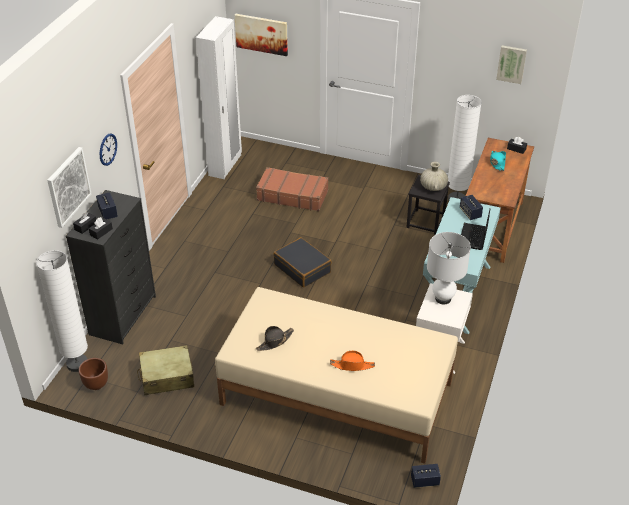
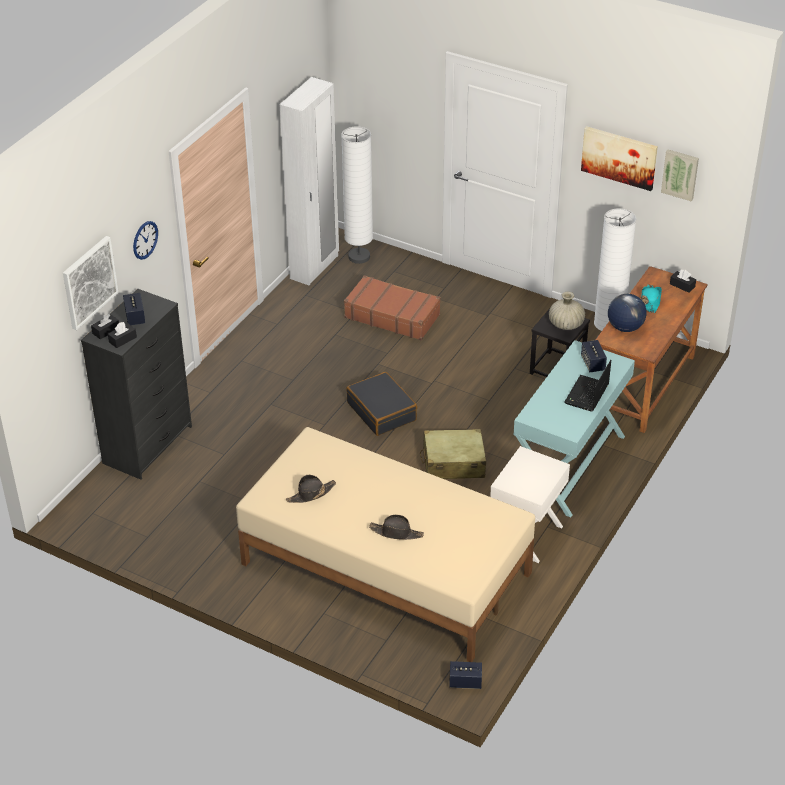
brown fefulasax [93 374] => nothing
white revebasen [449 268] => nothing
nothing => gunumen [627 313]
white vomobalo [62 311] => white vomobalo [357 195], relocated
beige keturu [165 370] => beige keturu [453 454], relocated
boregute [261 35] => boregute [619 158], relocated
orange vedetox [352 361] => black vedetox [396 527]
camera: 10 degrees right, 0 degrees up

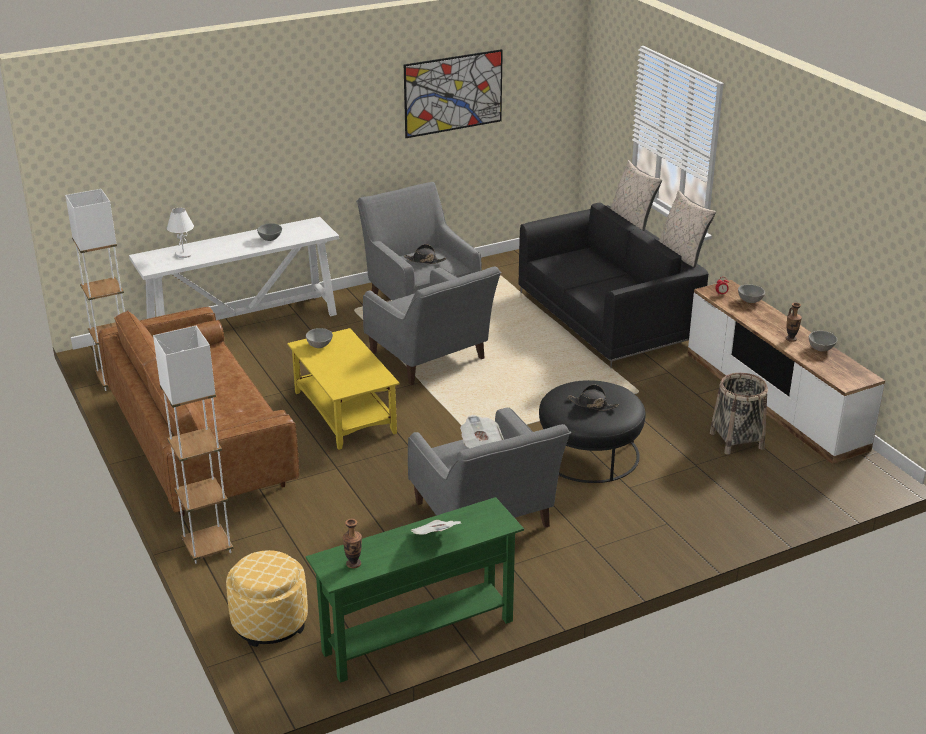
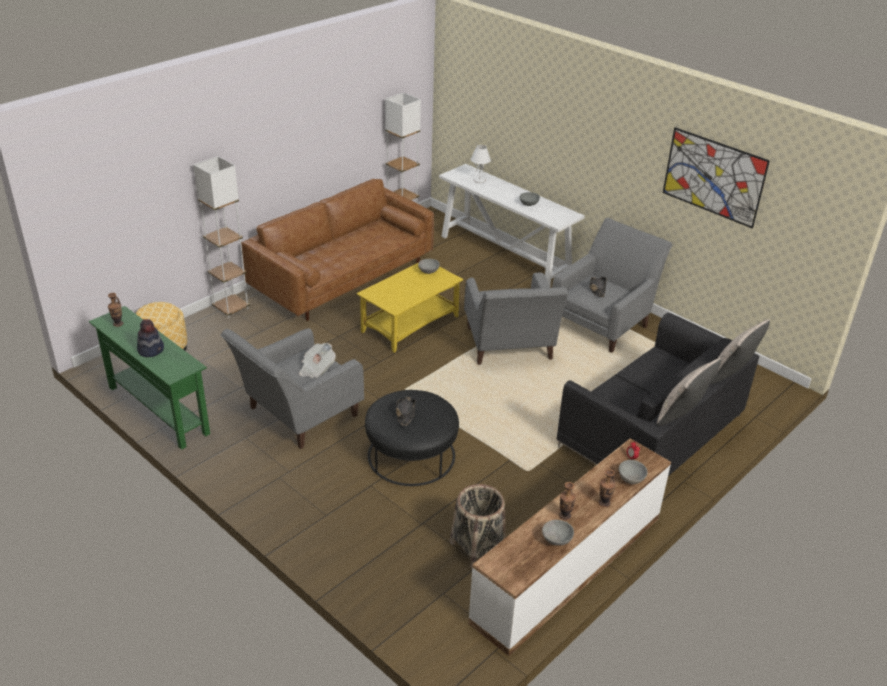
nothing => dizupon [607 488]
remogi [435 527] => vedetox [150 338]
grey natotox [432 326] => grey natotox [516 319], 45 degrees counterclockwise
camera: 70 degrees right, 5 degrees up

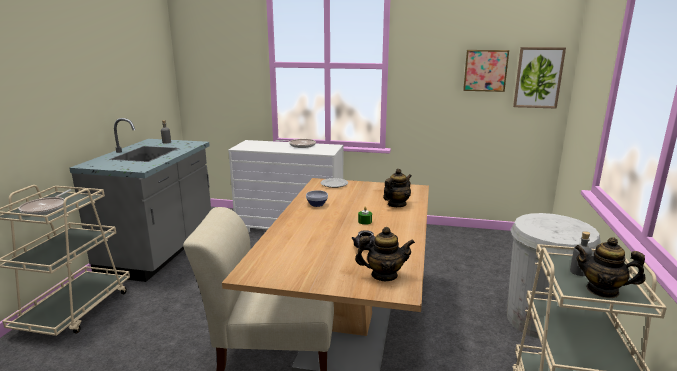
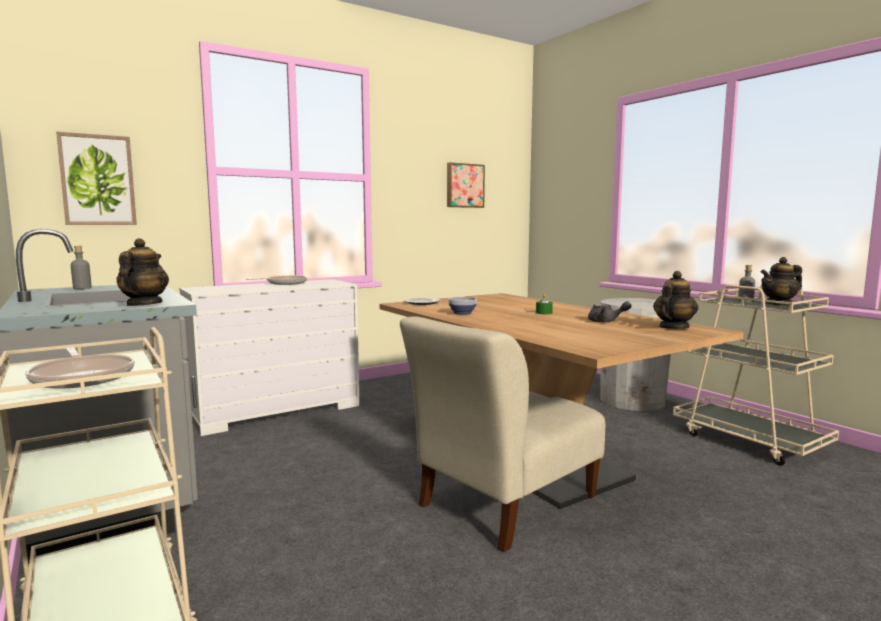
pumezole [397 188] => pumezole [143 272], relocated
boregute [539 78] => boregute [96 178], relocated
camera: 45 degrees left, 10 degrees down

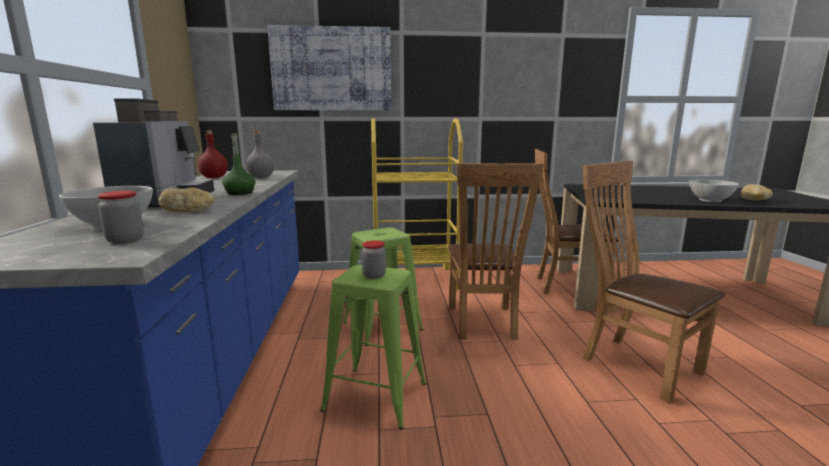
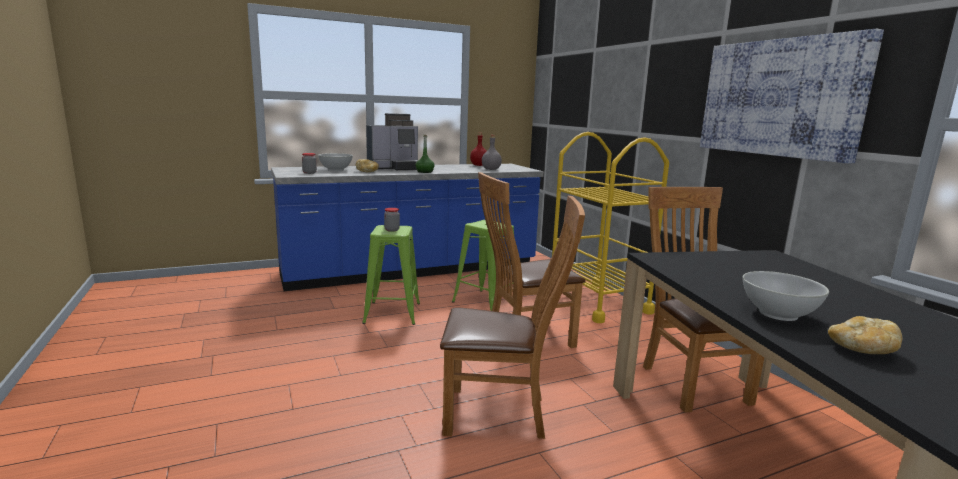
boregute [329 68] => boregute [792 96], relocated
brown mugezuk [654 282] => brown mugezuk [512 317], 60 degrees clockwise
camera: 70 degrees right, 0 degrees up

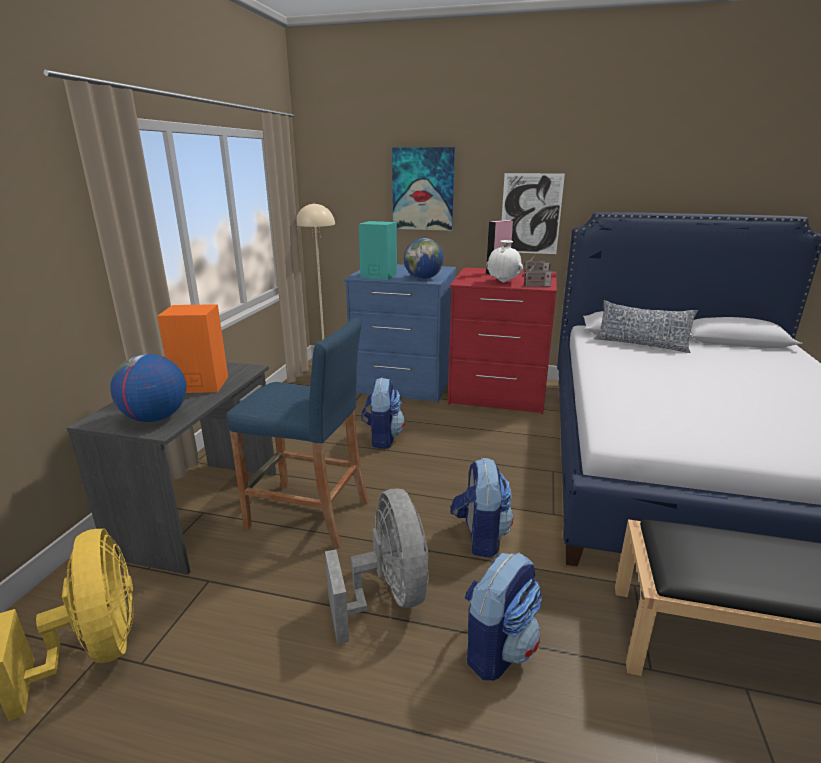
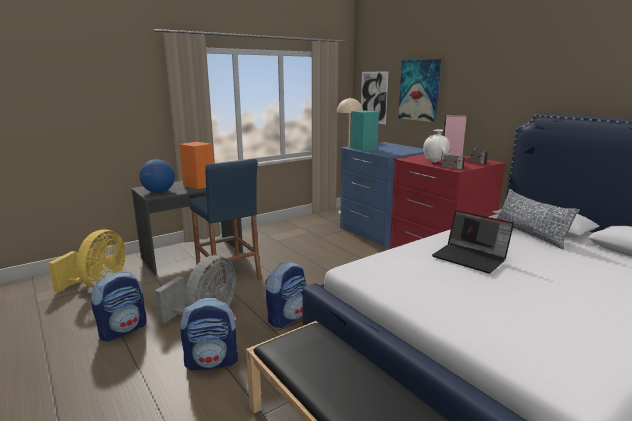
gunumen [424 258] => nothing
nothing => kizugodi [473 242]
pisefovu [383 413] => pisefovu [119 306], relocated
boregute [533 213] => boregute [374 98], relocated
camera: 40 degrees right, 5 degrees down

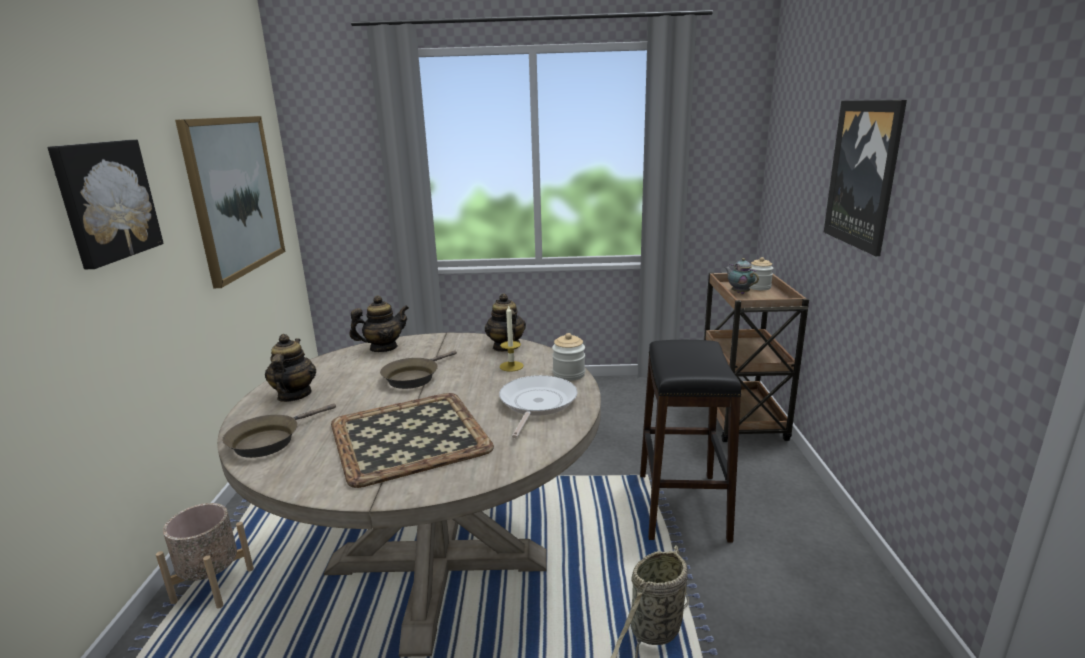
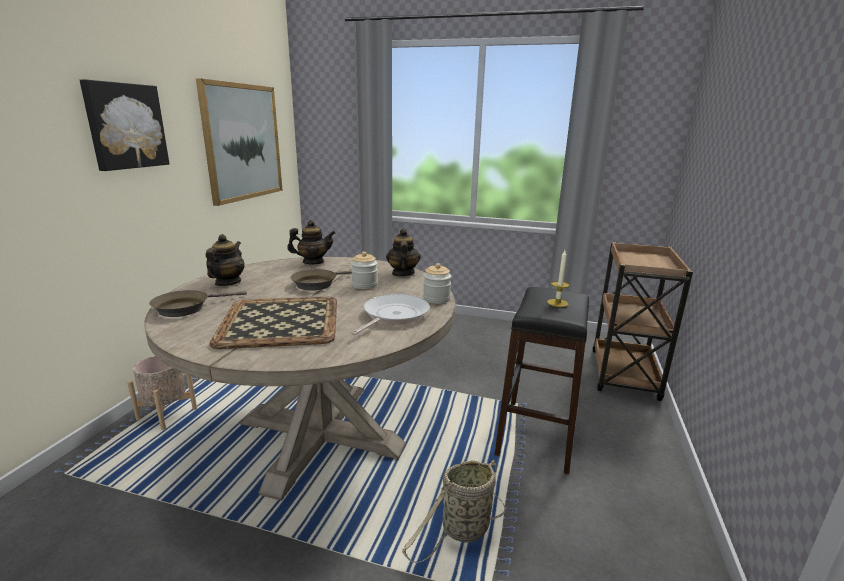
pumezole [742 276] => nothing
boregute [865 178] => nothing
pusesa [512 338] => pusesa [558 278], relocated
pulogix [761 273] => pulogix [364 270], relocated
camera: 15 degrees right, 0 degrees up

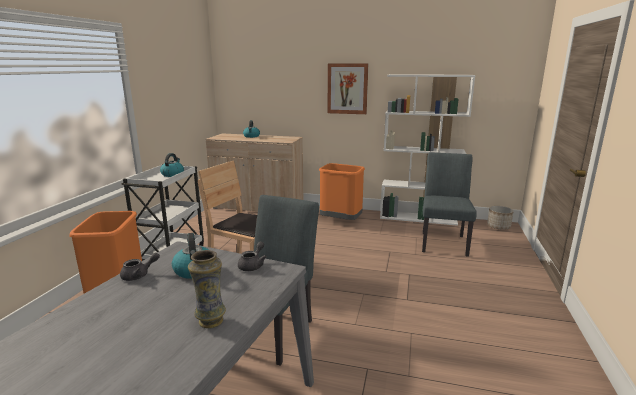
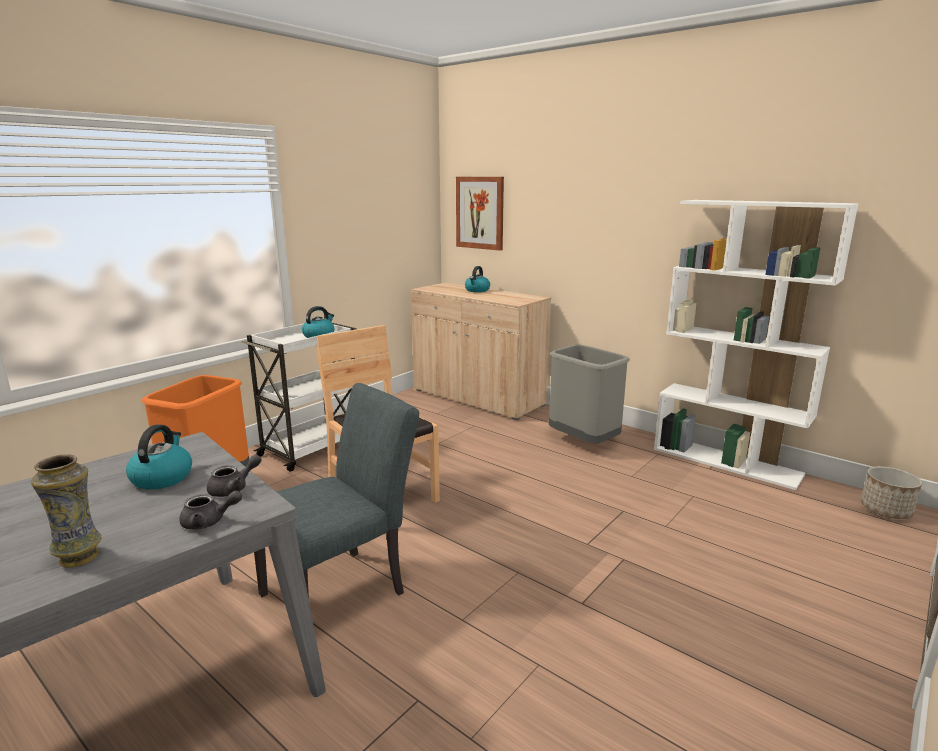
grey mugezuk [449 204] => nothing
grey pumezole [140 267] => grey pumezole [210 510], relocated
boregute [348 89] => boregute [480 214], relocated
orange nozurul [342 191] => grey nozurul [589 394]
camera: 25 degrees right, 0 degrees up

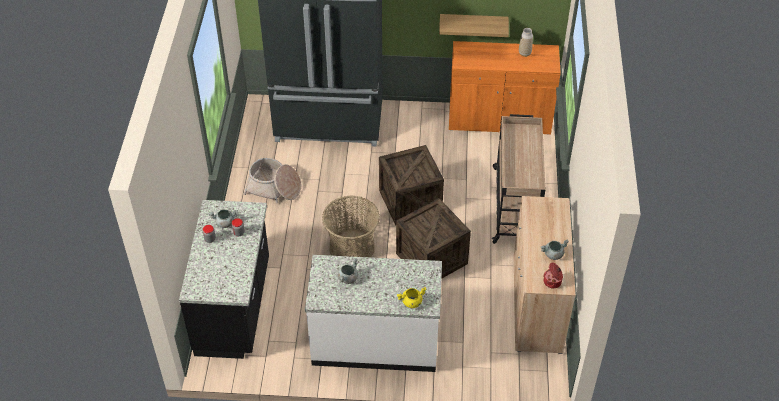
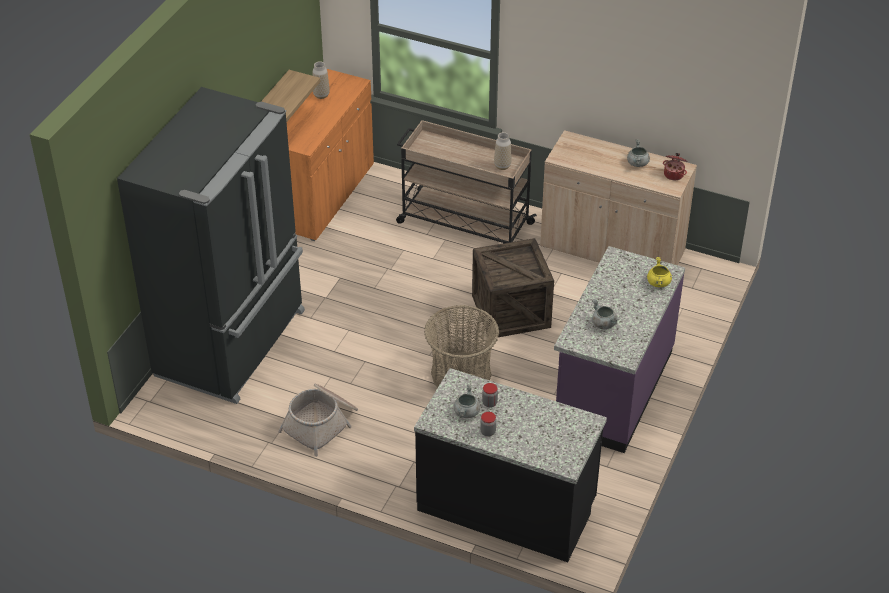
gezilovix [411 185] => nothing
nothing => dizupon [502 151]
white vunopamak [373 313] => purple vunopamak [619 349]
camera: 70 degrees left, 5 degrees down

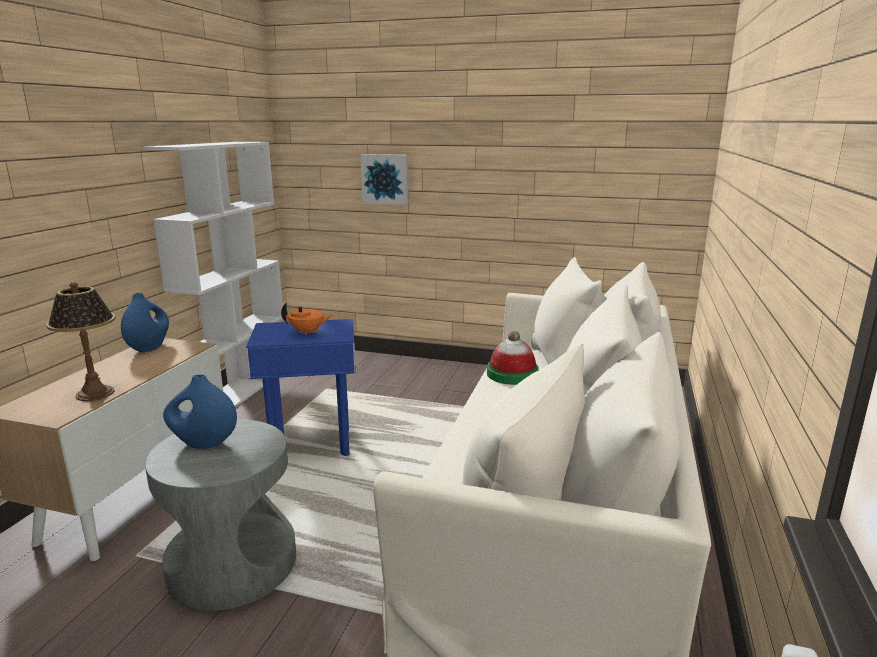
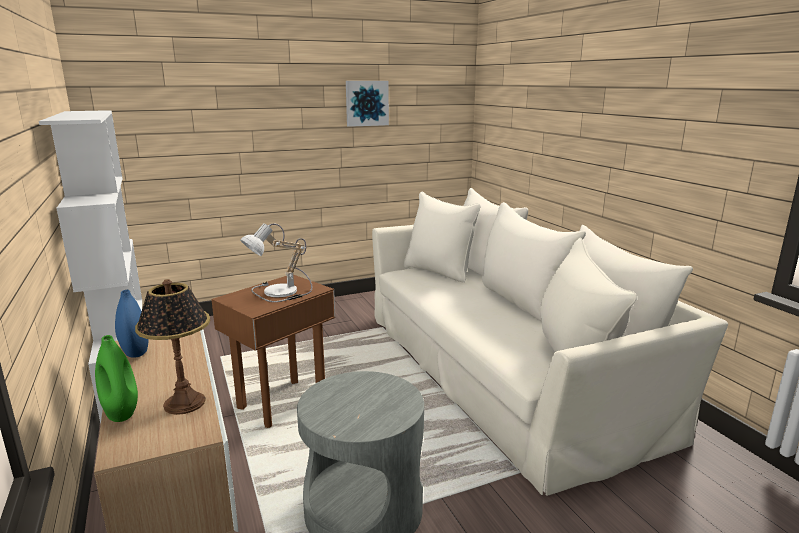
blue dizupon [200 411] => nothing
vedetox [513 358] => nothing
nothing => green dizupon [116 378]
boregute [385 179] => boregute [367 104], relocated
orange pumezole [307 319] => revebasen [276 262]
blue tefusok [301 387] => brown tefusok [273 351]
camera: 40 degrees left, 0 degrees up

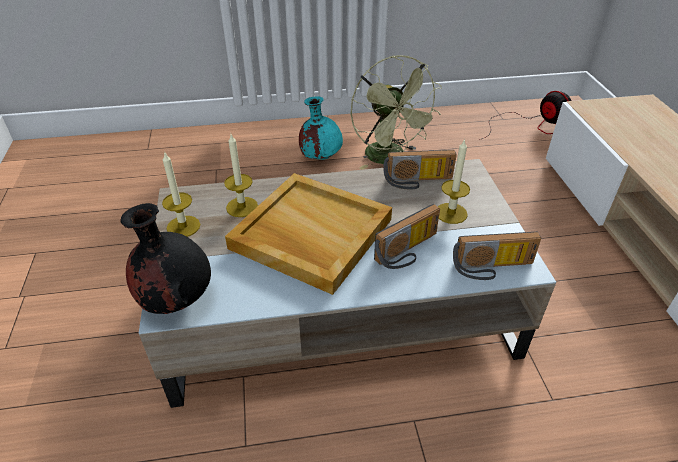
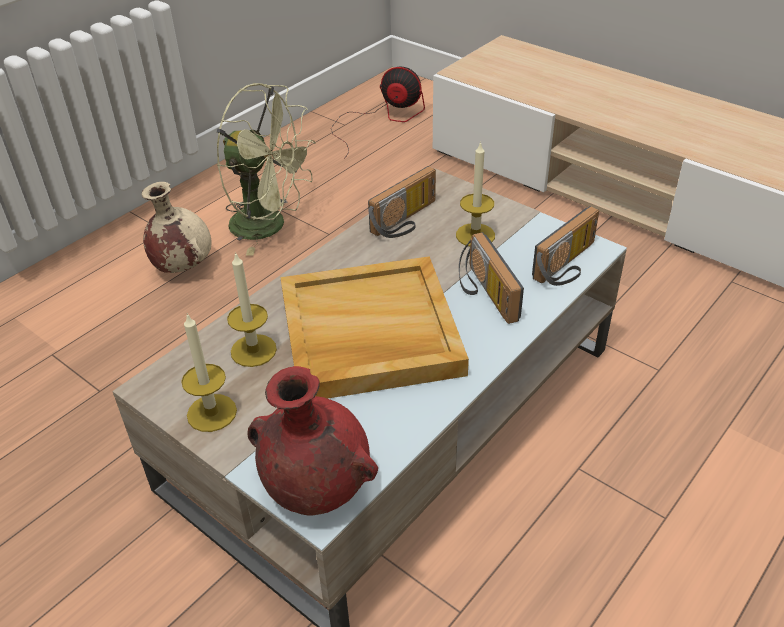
black dizupon [165 258] => red dizupon [313 441]
turquoise dizupon [321 128] => beige dizupon [177 227]
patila [407 236] => patila [491 278], 150 degrees clockwise
camera: 40 degrees left, 0 degrees up

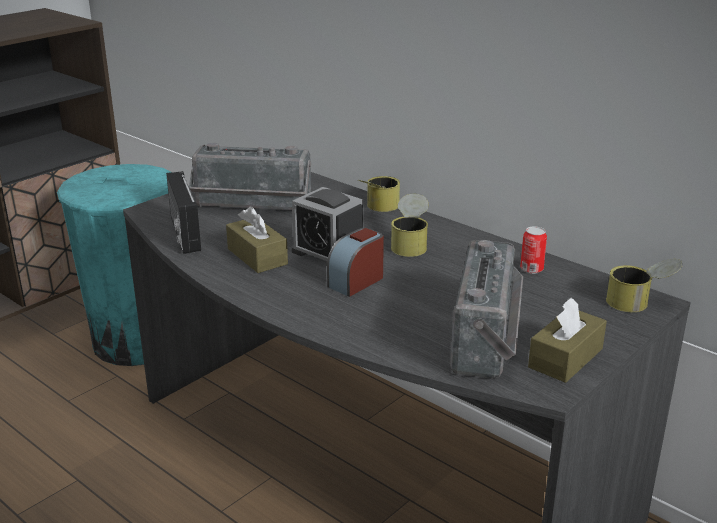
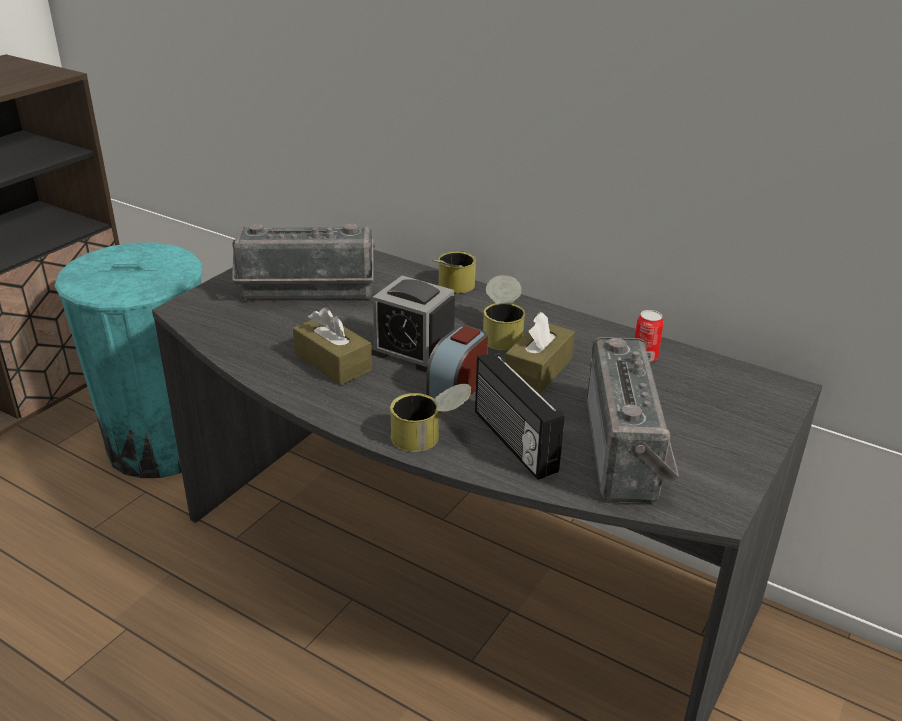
patila [183 212] => patila [520 416], relocated
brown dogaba [567 340] => brown dogaba [540 352], relocated
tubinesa [644 285] => tubinesa [430 418], relocated
camera: 10 degrees left, 5 degrees up

